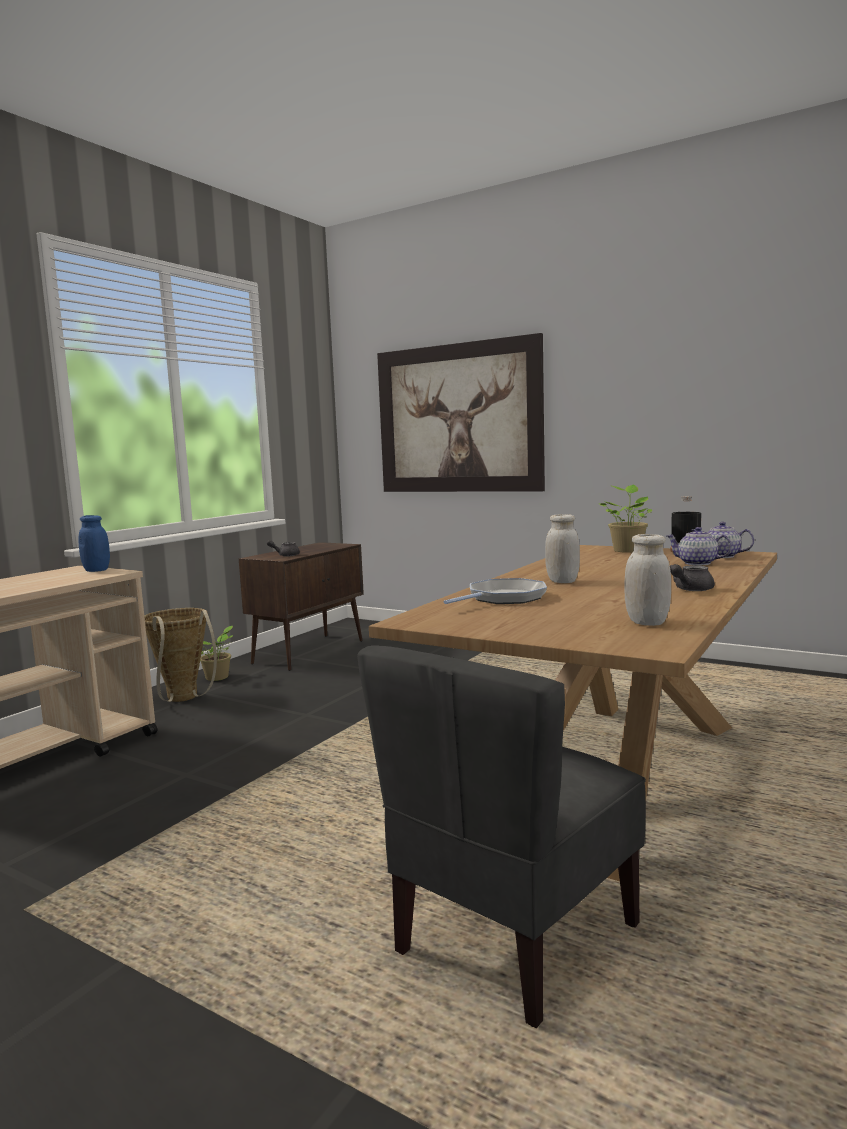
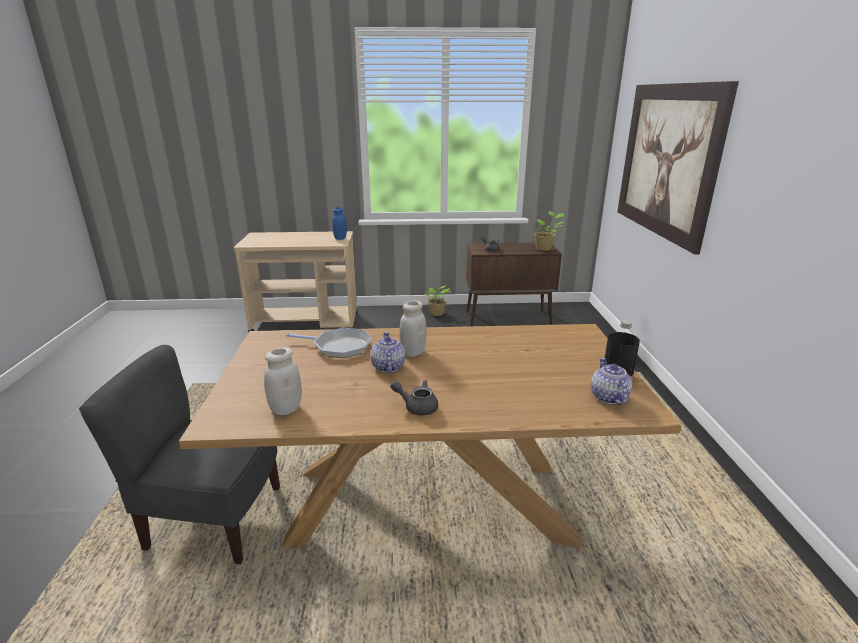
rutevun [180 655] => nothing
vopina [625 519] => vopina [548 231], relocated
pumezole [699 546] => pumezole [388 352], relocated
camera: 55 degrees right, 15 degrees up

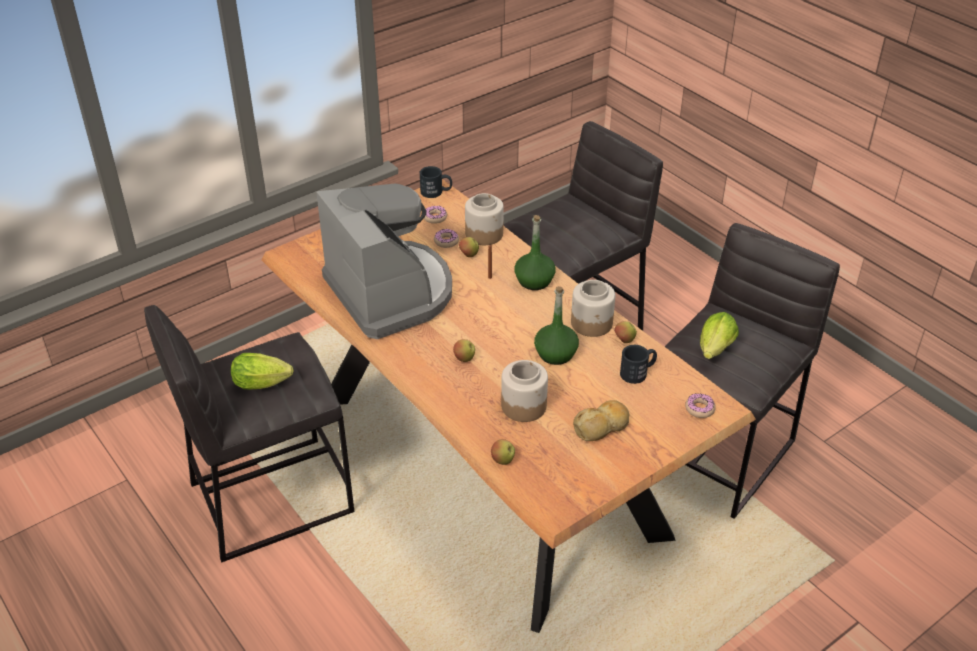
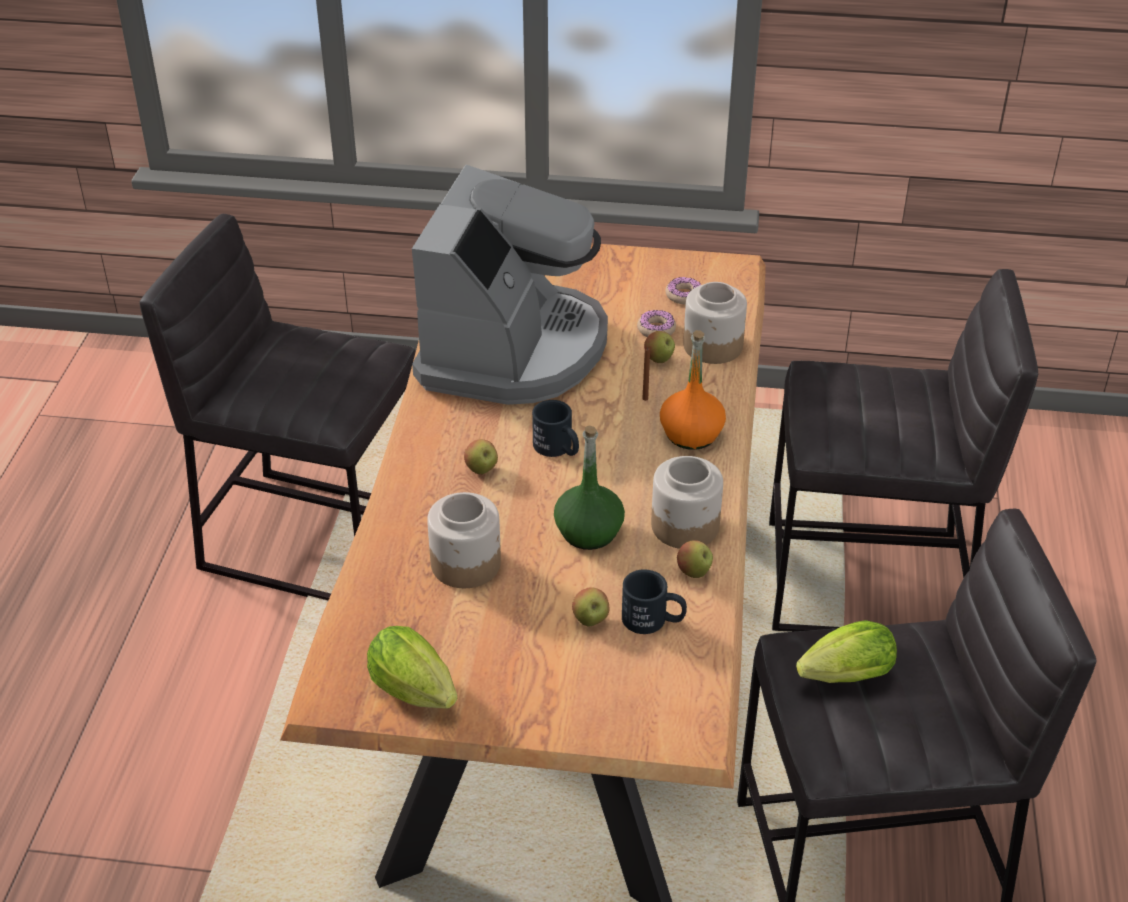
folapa [601 420] => nothing
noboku [700 405] => nothing
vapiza [262 371] => vapiza [412 667], relocated
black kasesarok [436 182] => black kasesarok [555 428], relocated
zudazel [503 452] => zudazel [591 607], relocated
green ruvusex [535 252] => orange ruvusex [693 390]
camera: 45 degrees right, 0 degrees up

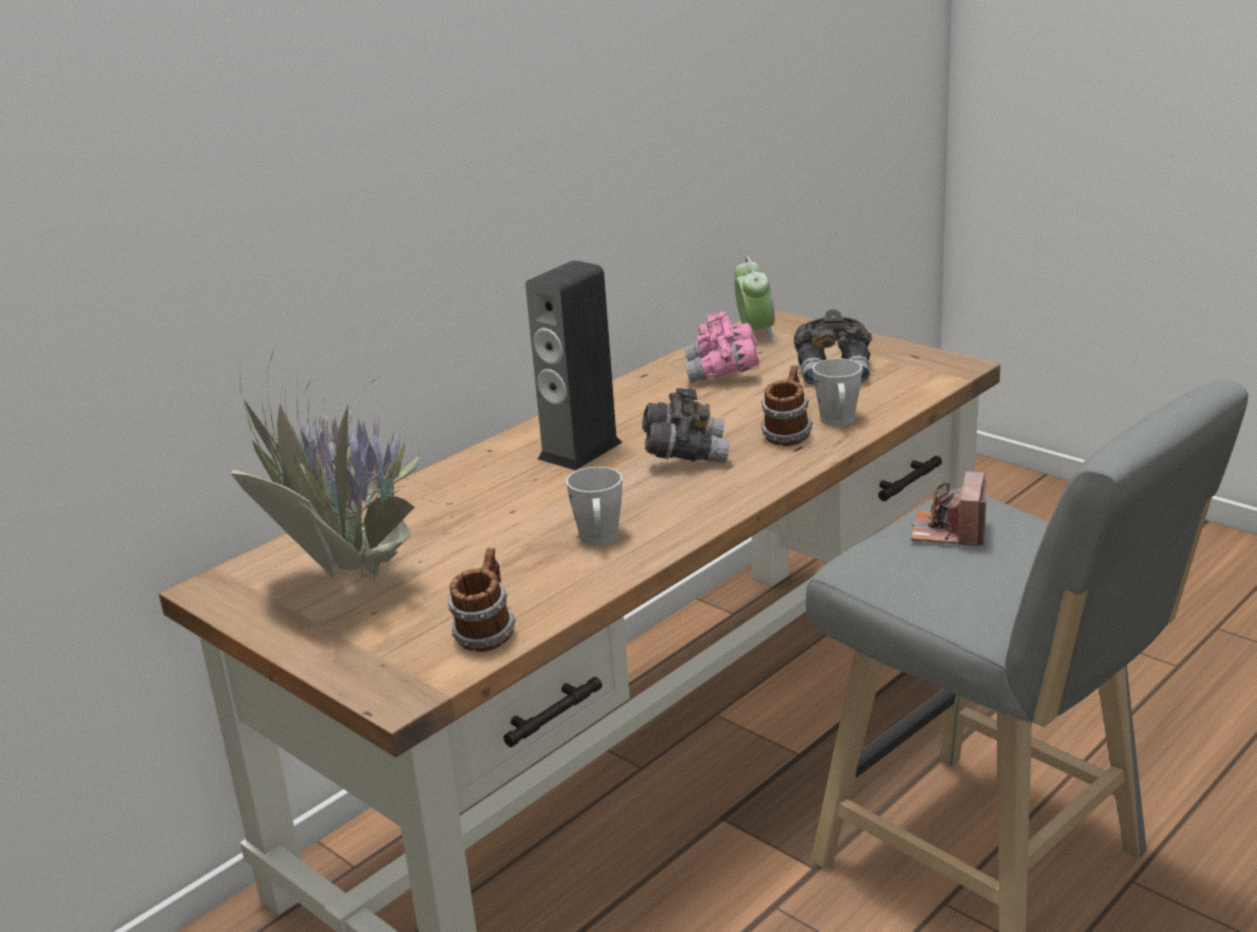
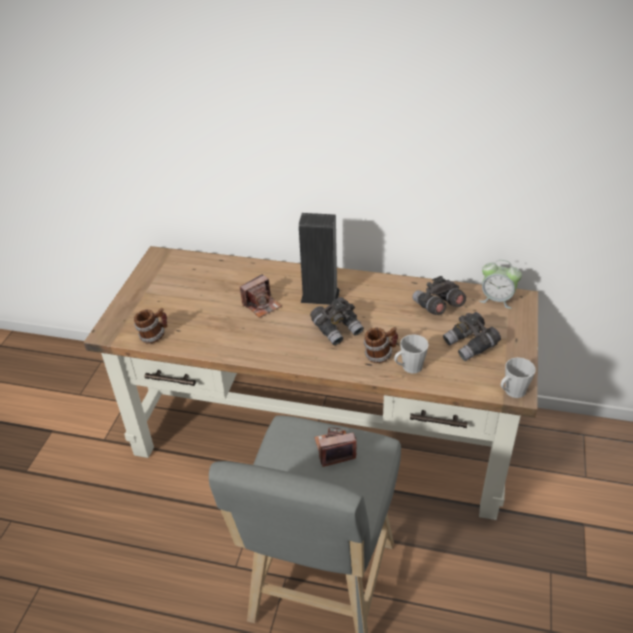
vopina [355 464] => nothing
nothing => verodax [261 296]
grey kasesarok [594 506] => grey kasesarok [518 377], relocated
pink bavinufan [722 347] => grey bavinufan [439 295]
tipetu [756 299] => tipetu [500 284], 60 degrees clockwise
camera: 60 degrees right, 15 degrees up

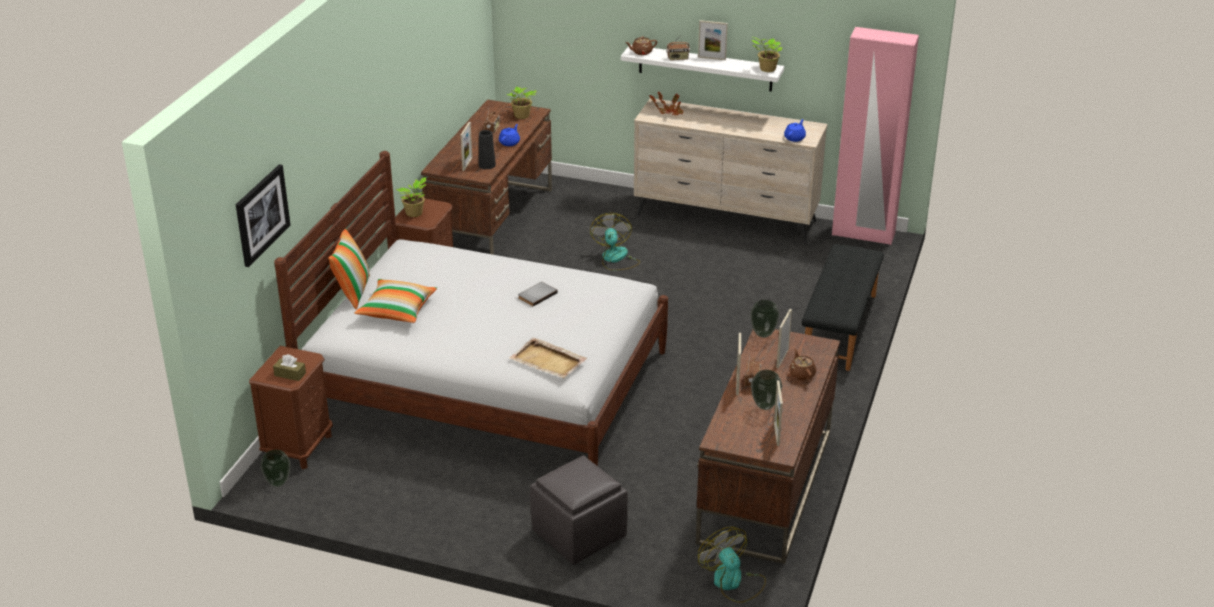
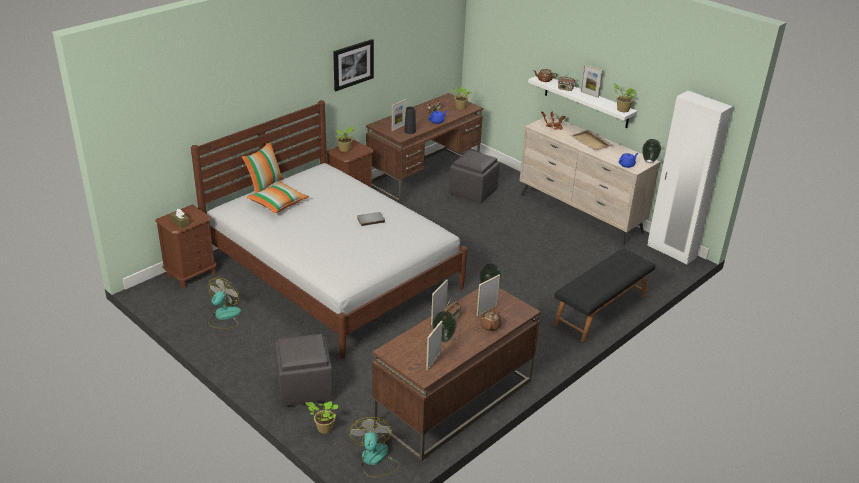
nothing => vopina [321 417]
nothing => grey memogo [474 177]
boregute [263 215] => boregute [353 65], relocated
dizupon [275 468] => dizupon [652 151], relocated
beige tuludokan [548 357] => beige tuludokan [591 140], relocated
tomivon [615 242] => tomivon [224 303], relocated
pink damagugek [875 136] => white damagugek [690 178]
camera: 25 degrees right, 0 degrees up

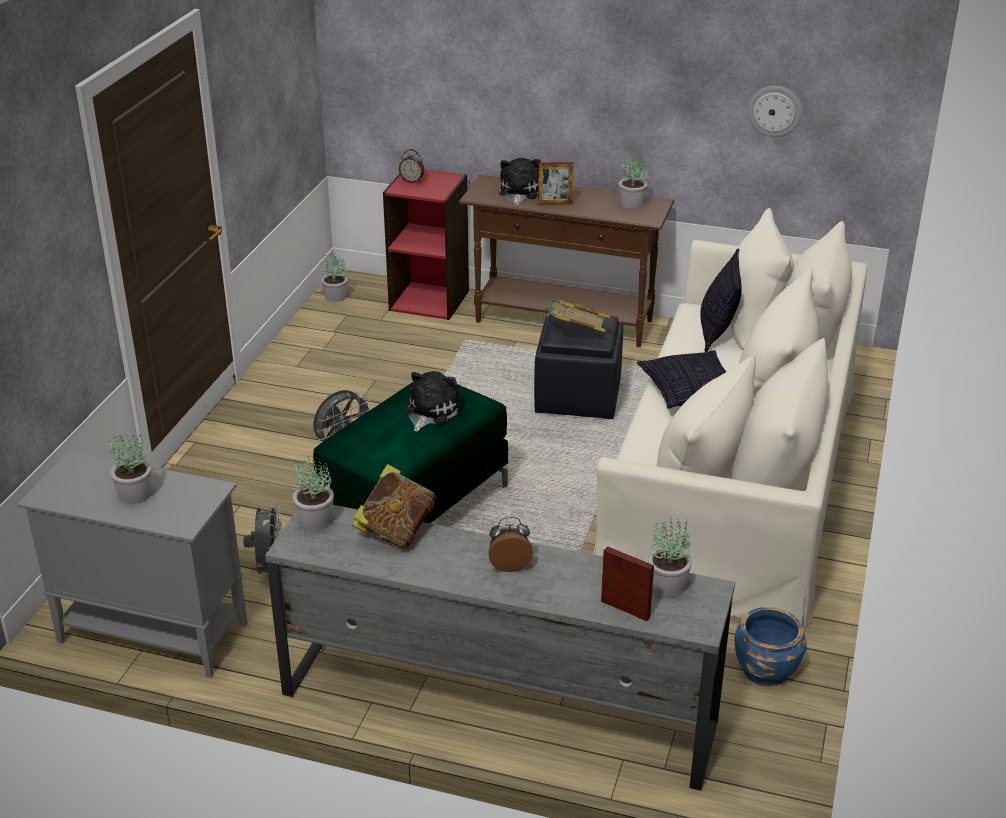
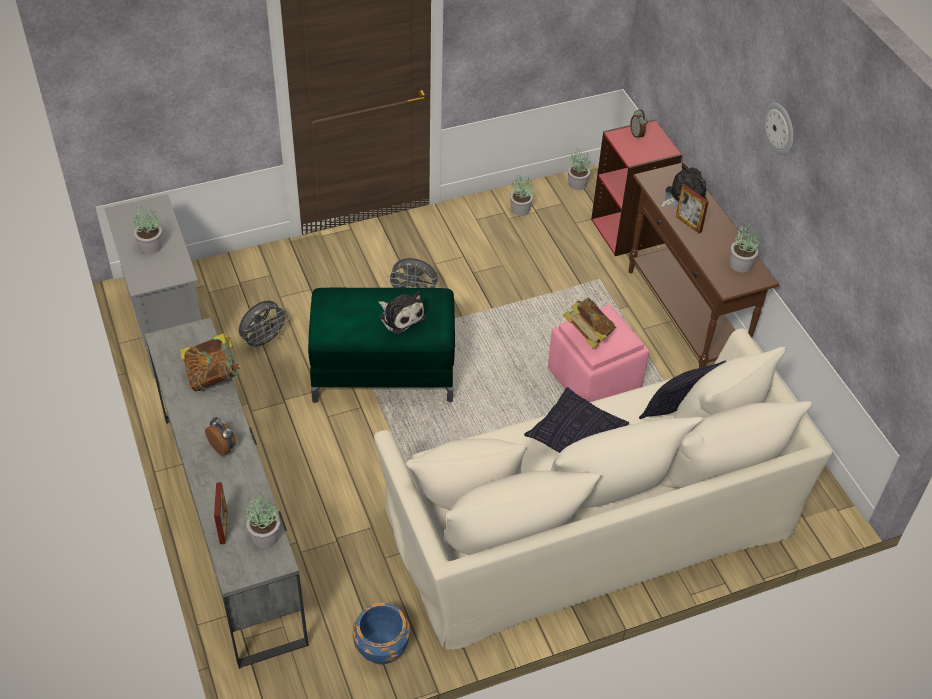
vopina [313 493] => vopina [522 195], relocated
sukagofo [774 111] => sukagofo [779 129], relocated
black memogo [578 366] => pink memogo [598 353]
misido [433 401] => misido [402 313], 60 degrees clockwise
camera: 50 degrees right, 15 degrees up

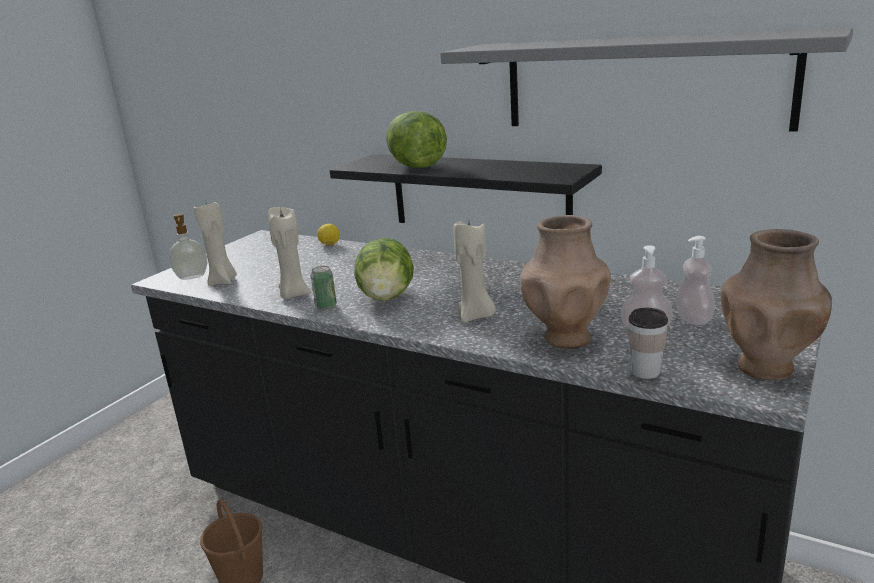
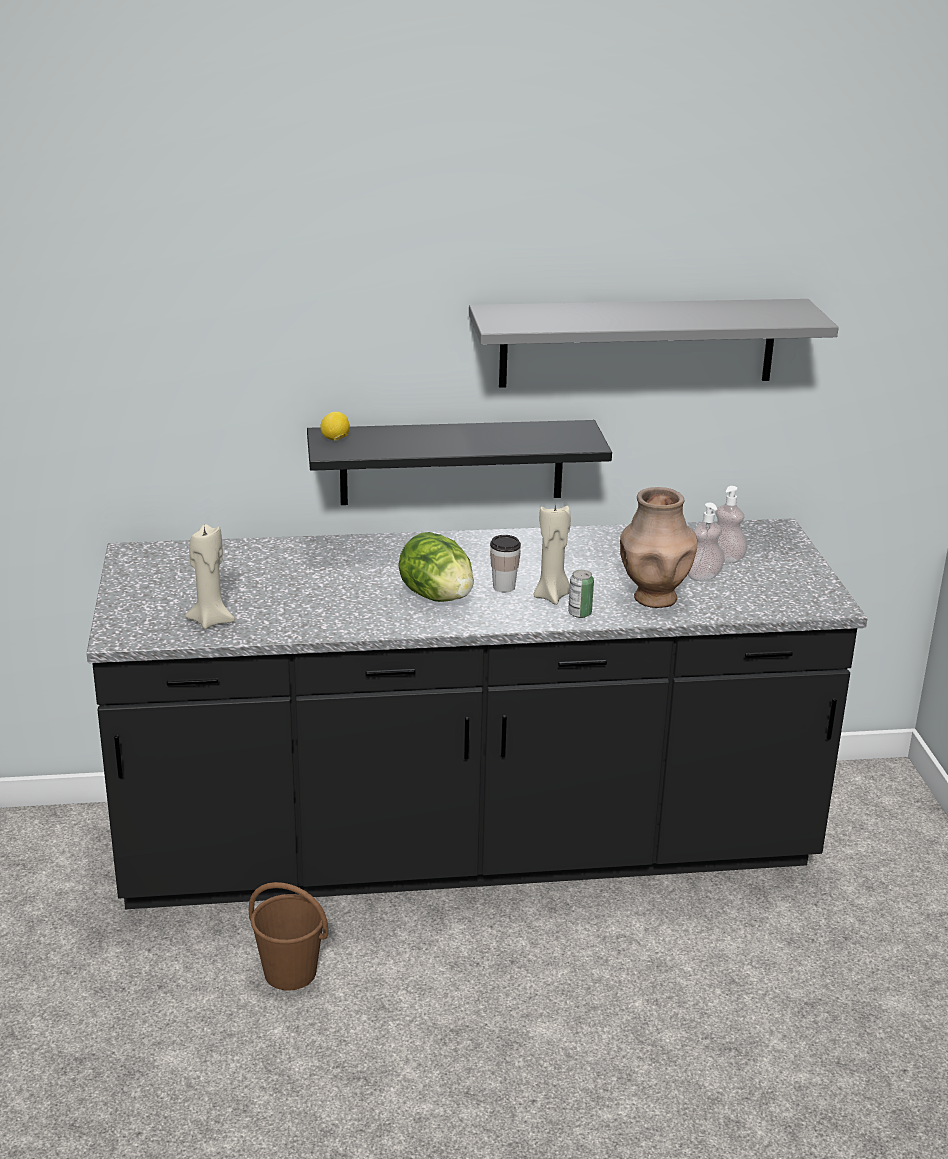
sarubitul [188 247] => nothing
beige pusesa [289 253] => nothing
vapiza [416 139] => nothing
brown dizupon [776 304] => nothing
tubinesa [324 288] => tubinesa [581 594], relocated
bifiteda [328 235] => bifiteda [335 426], relocated
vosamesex [648 343] => vosamesex [505 563], relocated
camera: 40 degrees left, 5 degrees up

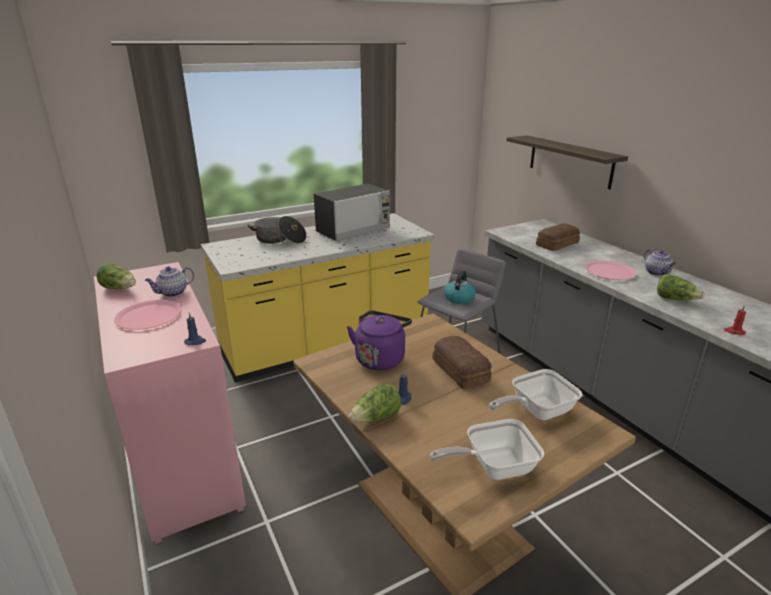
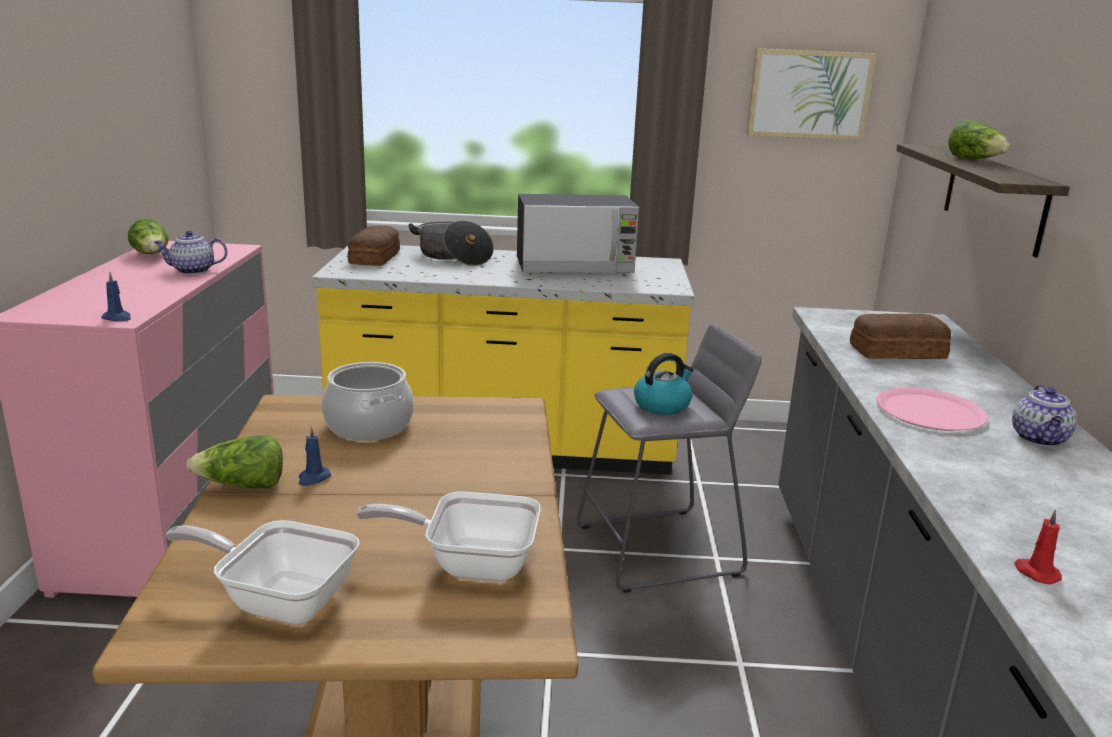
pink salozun [147 315] => nothing
nothing => boregute [811 94]
folapa [462 362] => folapa [374 245], relocated
vapiza [681 287] => vapiza [979 140], relocated
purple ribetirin [379 340] => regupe [368 401]
camera: 30 degrees right, 5 degrees down

